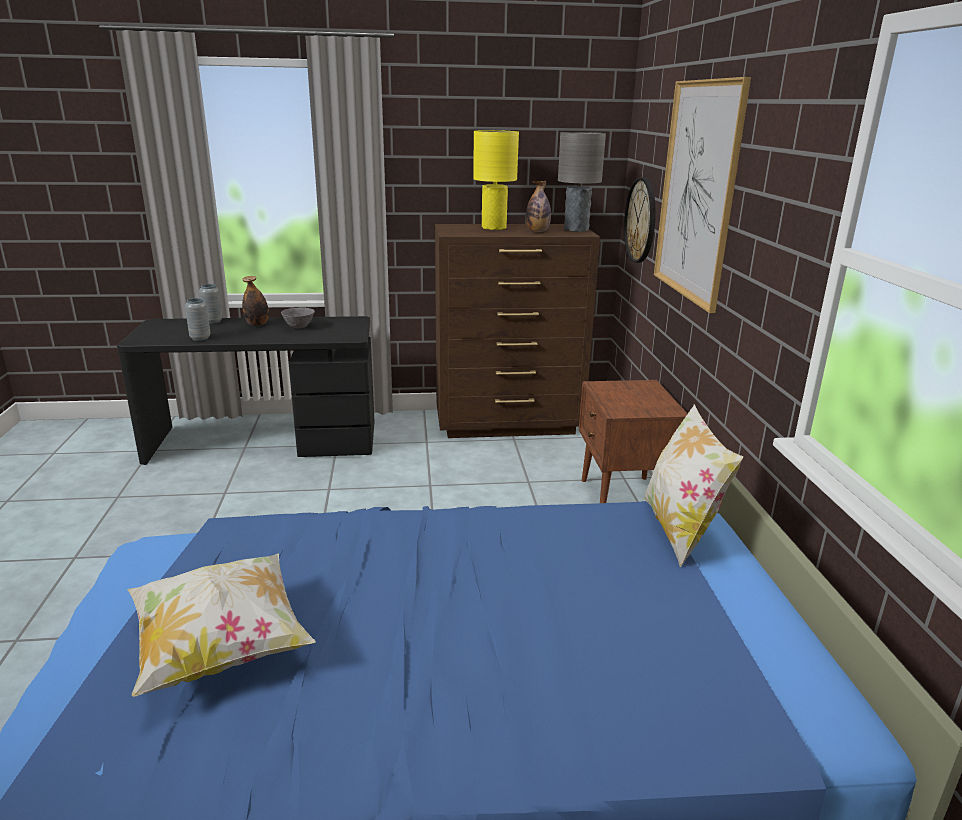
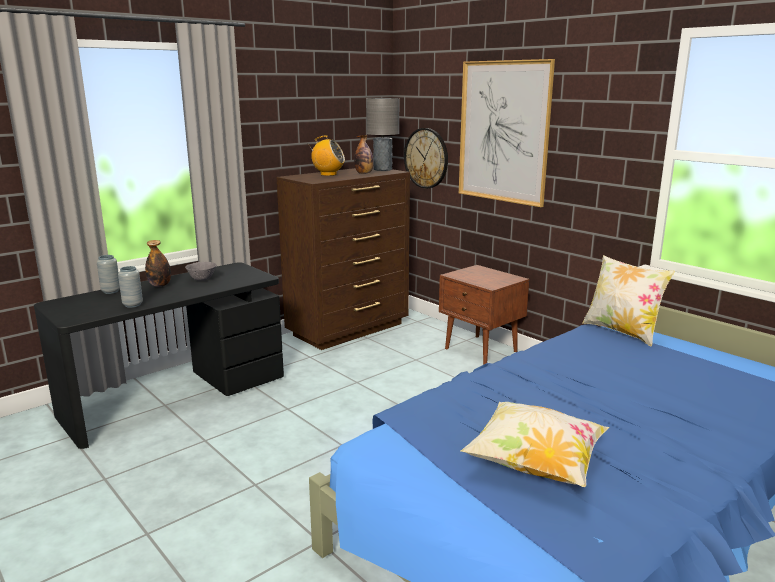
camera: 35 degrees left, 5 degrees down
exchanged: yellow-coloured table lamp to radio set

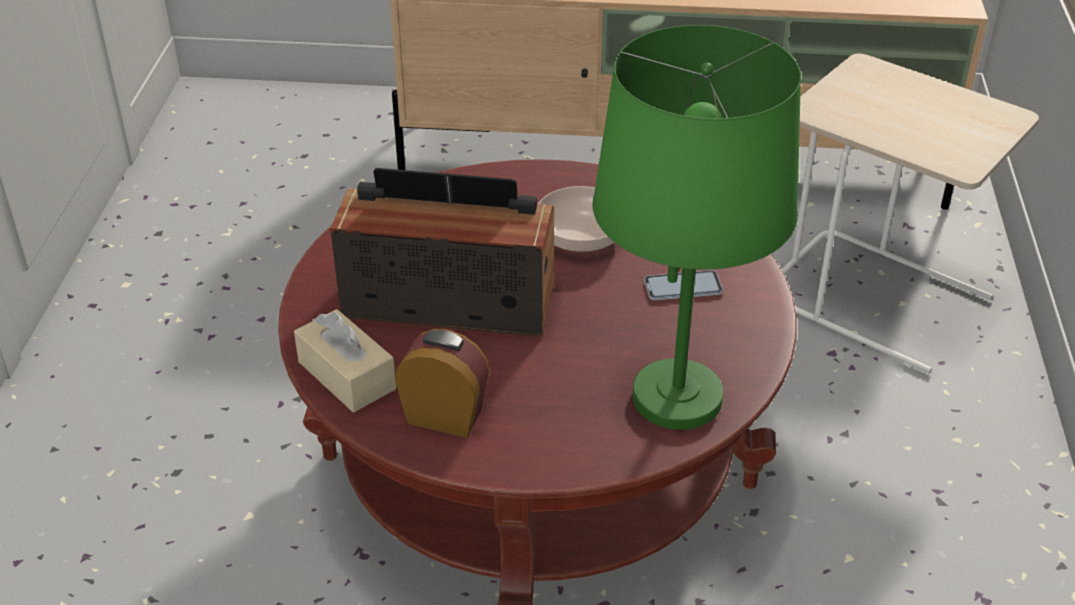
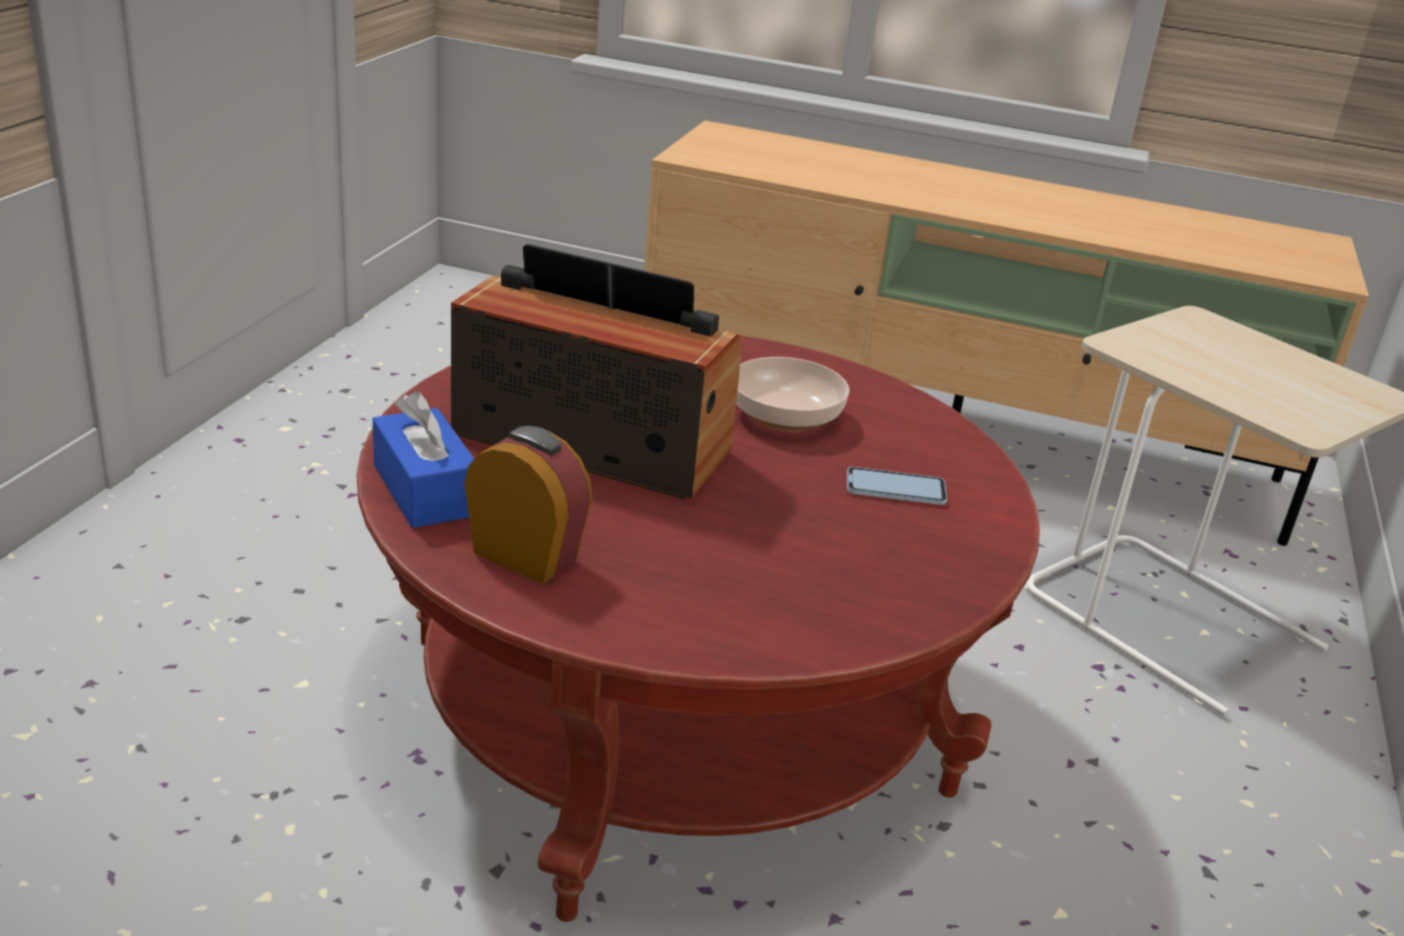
camera: 10 degrees right, 10 degrees down
missing: greenish table lamp
colour: sand-coloured box of tissues to bluish box of tissues

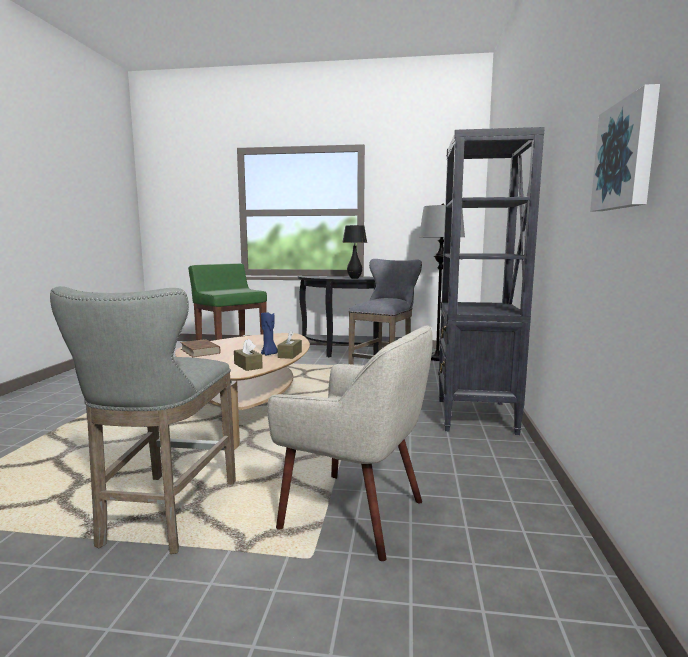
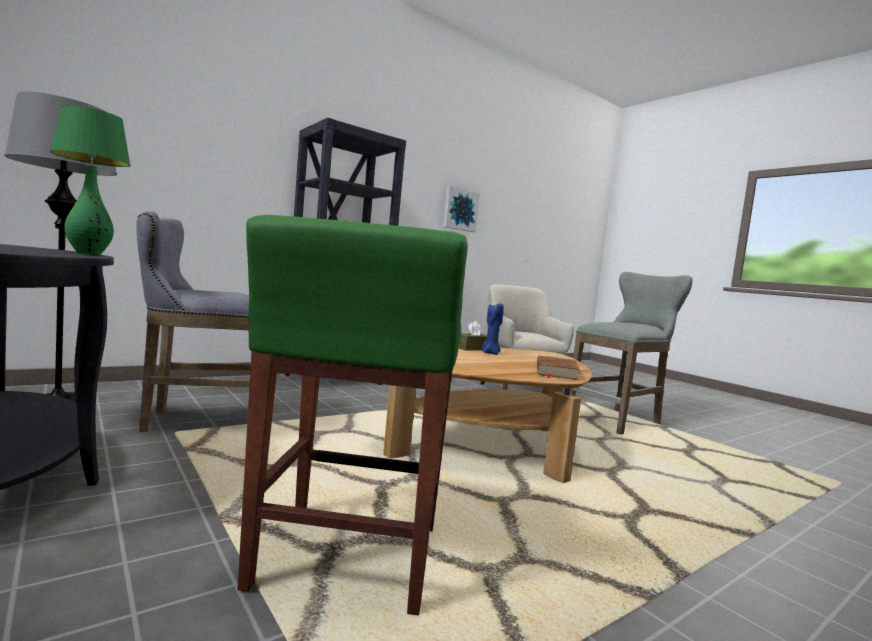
camera: 135 degrees left, 5 degrees down
missing: brown box of tissues (no. 1 from left)
colour: blackish table lamp to greenish table lamp

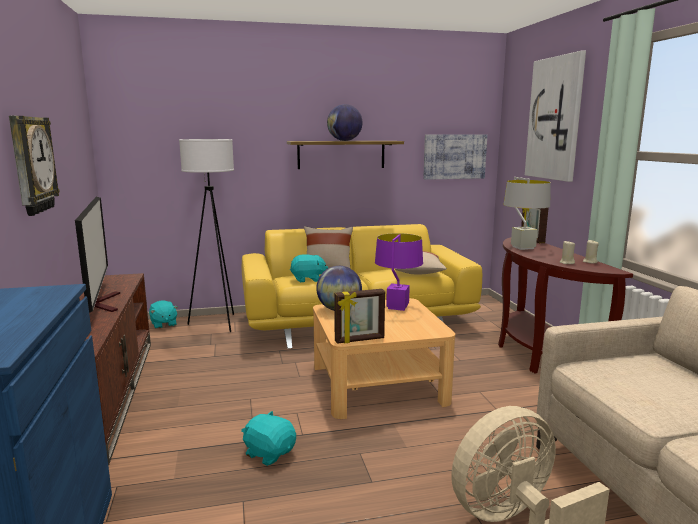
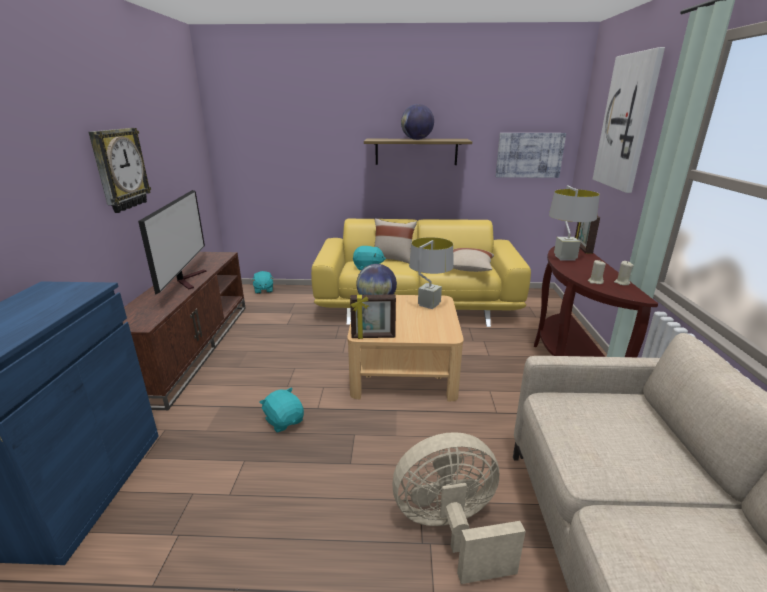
camera: 15 degrees right, 10 degrees up
missing: whitish floor lamp
colour: purple-coloured table lamp to gray table lamp (no. 1 from left)

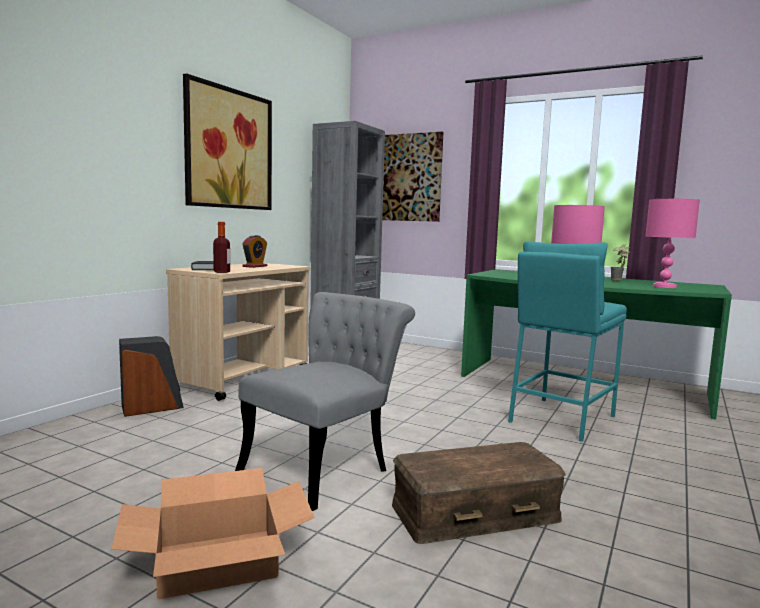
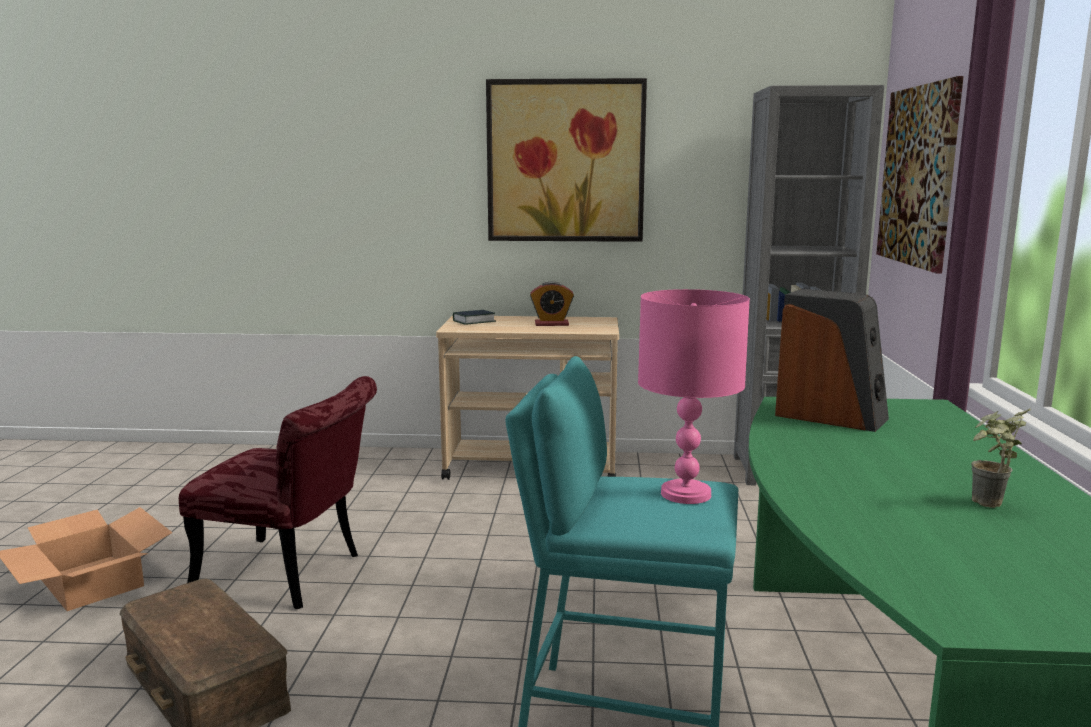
camera: 65 degrees right, 5 degrees up
missing: beverage bottle; pink-coloured table lamp (no. 2 from left)
relocated: speaker
colour: gray chair to reddish chair

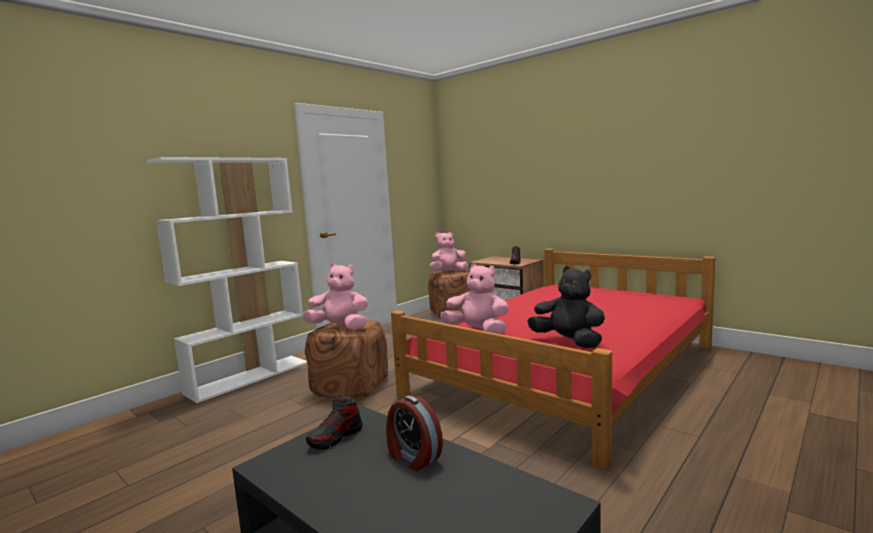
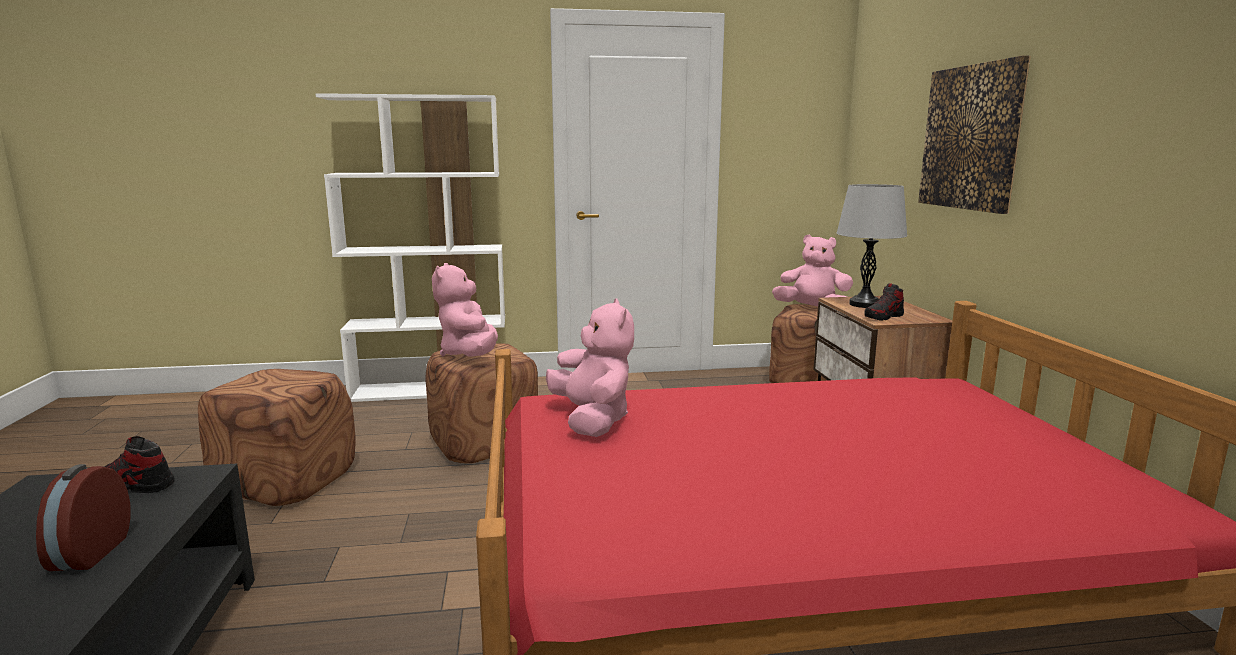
camera: 40 degrees right, 5 degrees up
missing: blackish cuddly toy
appeared: brown pouffe (no. 1 from left); gray table lamp; wall art
spun: pink-coloured cuddly toy (no. 1 from left) 150 degrees counterclockwise

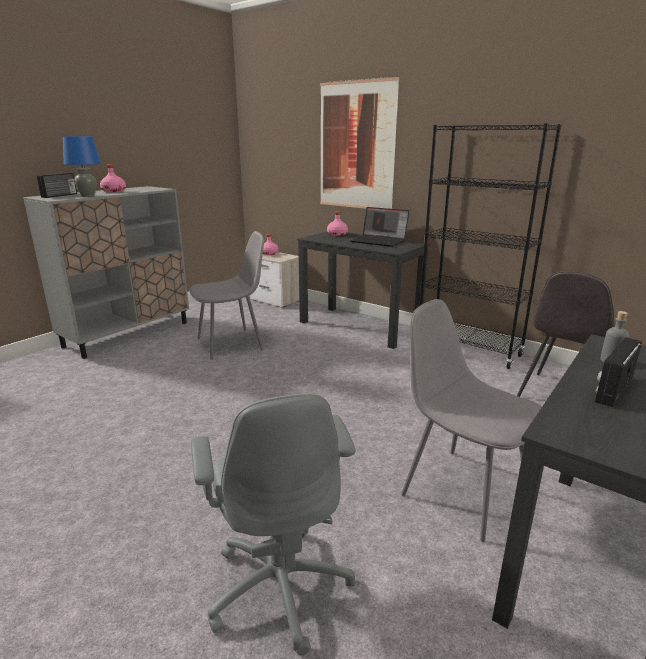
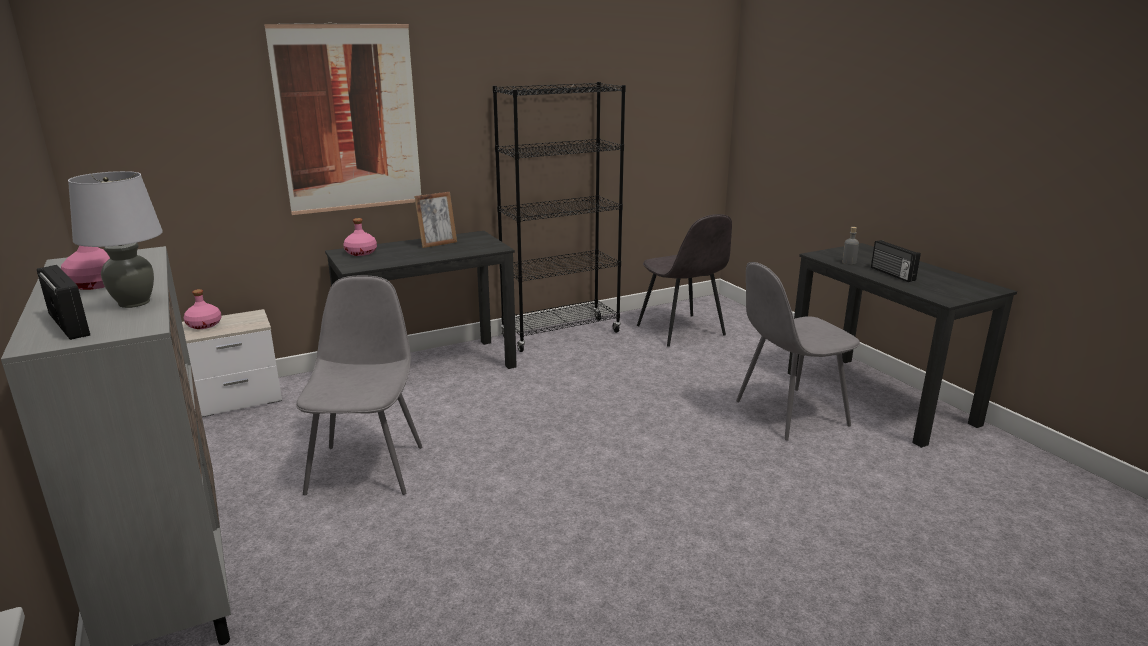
camera: 65 degrees left, 0 degrees up
missing: gray office chair
exchanged: laptop to photo frame
colour: bluish table lamp to gray table lamp

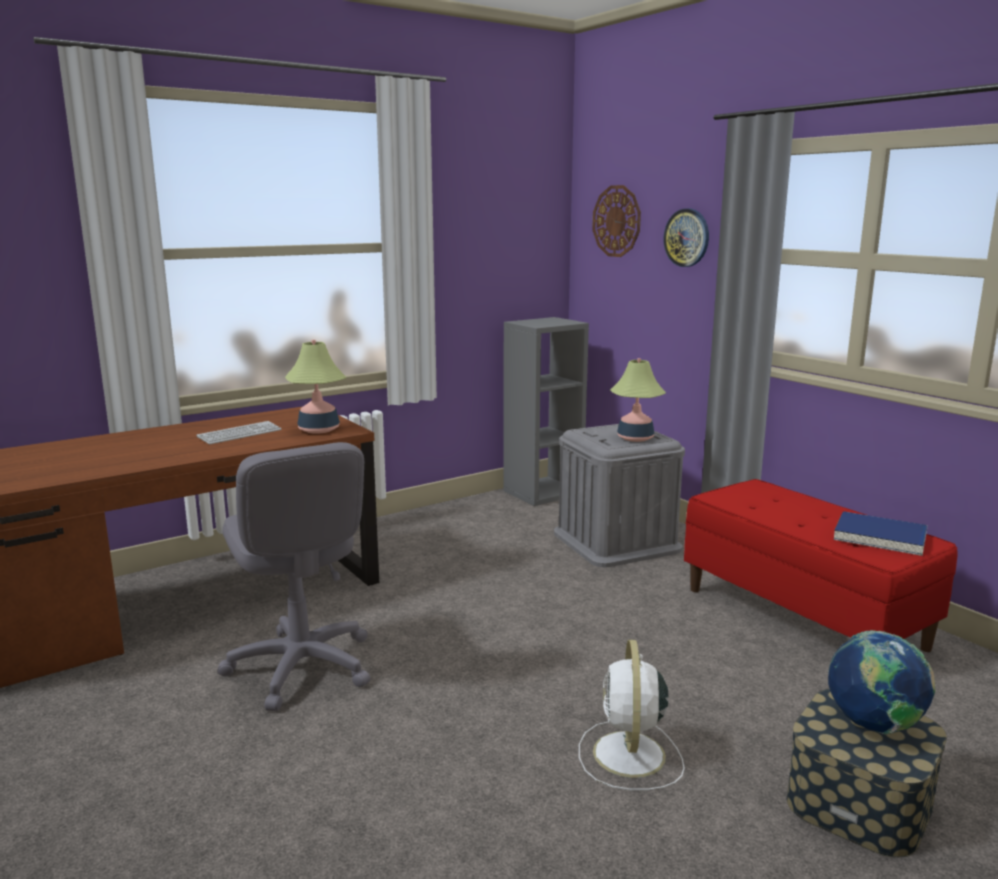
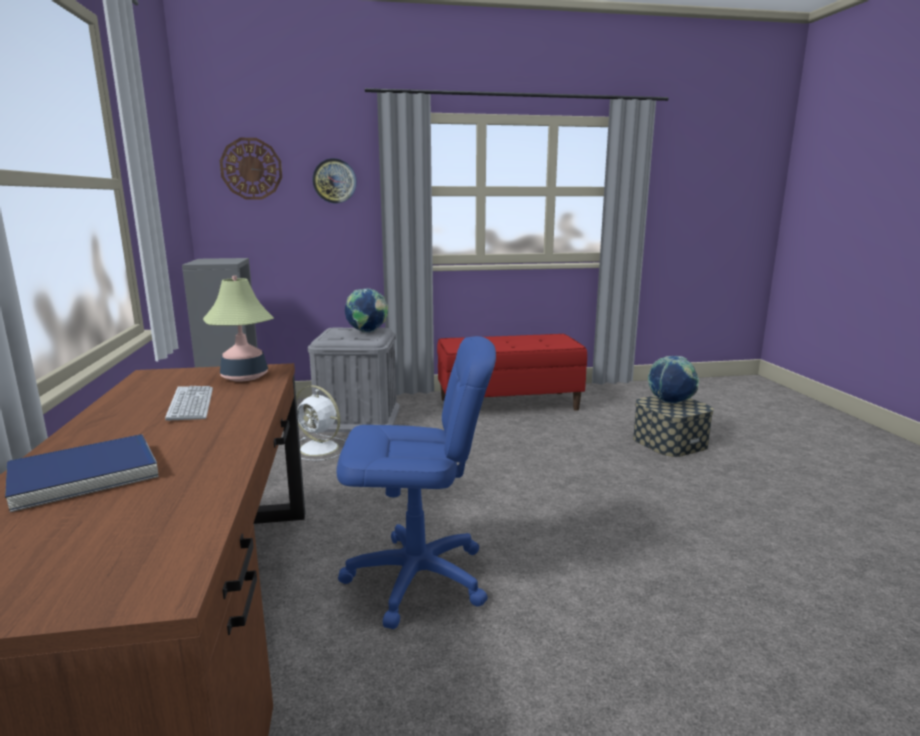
camera: 65 degrees left, 0 degrees up
relocated: whitish fan; bluish volume
exchanged: table lamp (no. 2 from left) to globe (no. 1 from left)
colour: gray office chair to bluish office chair

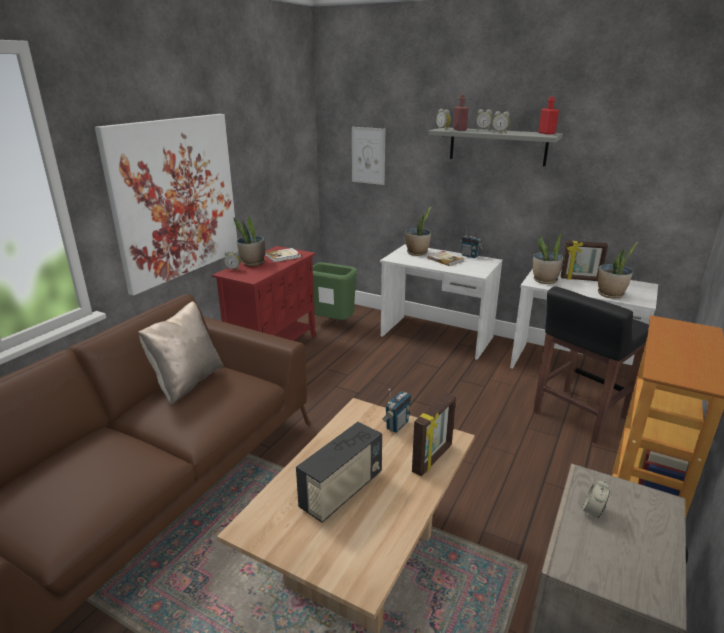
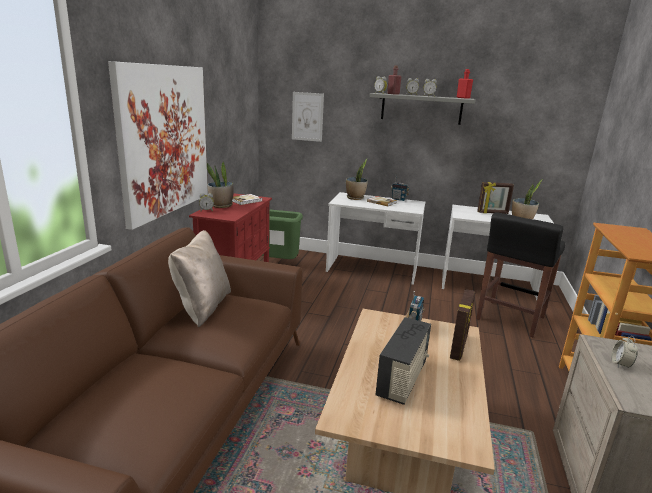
camera: 15 degrees left, 5 degrees down
missing: potted plant (no. 3 from left)

